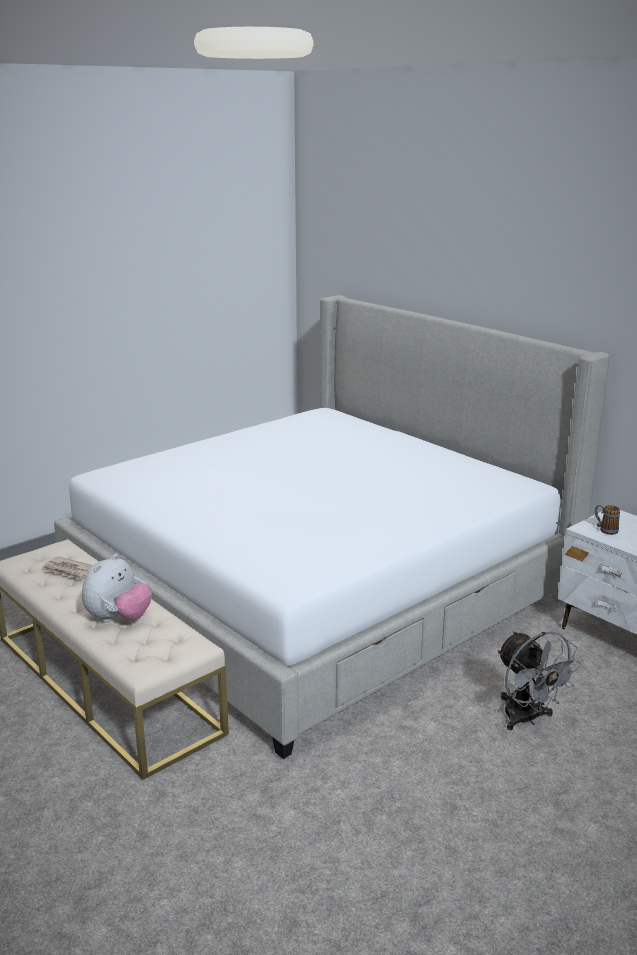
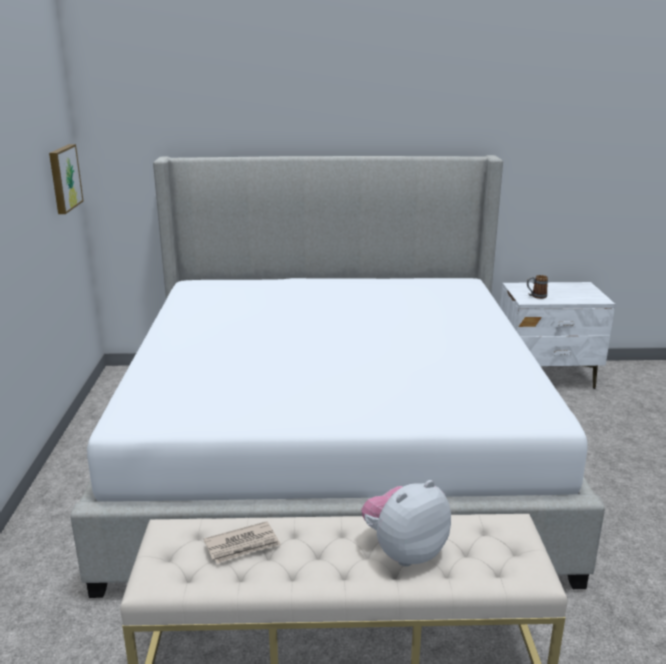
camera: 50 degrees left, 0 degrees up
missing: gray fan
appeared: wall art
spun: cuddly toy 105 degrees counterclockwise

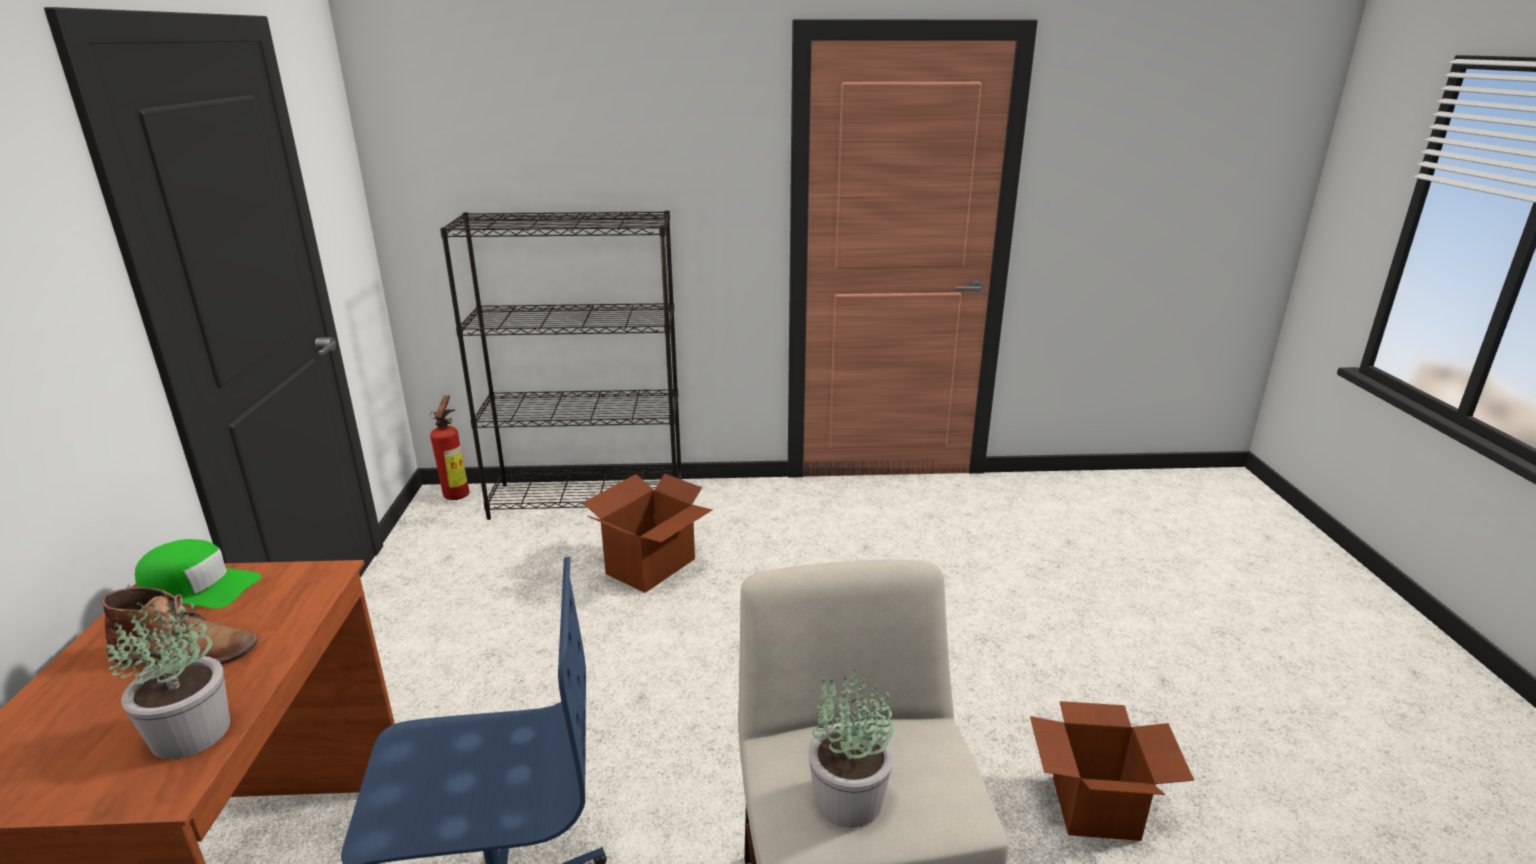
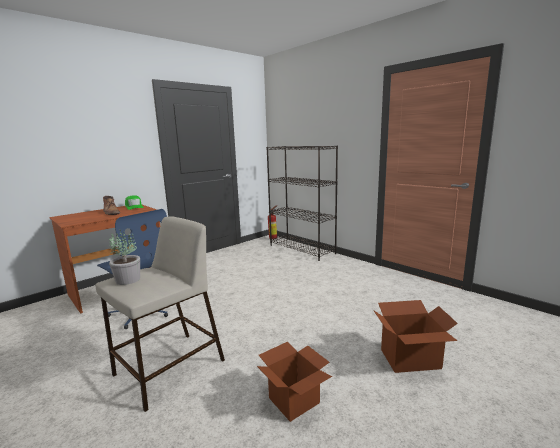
camera: 50 degrees right, 10 degrees down
missing: potted plant (no. 1 from left)
relocated: carton (no. 1 from left in the first image) to carton (no. 2 from left)

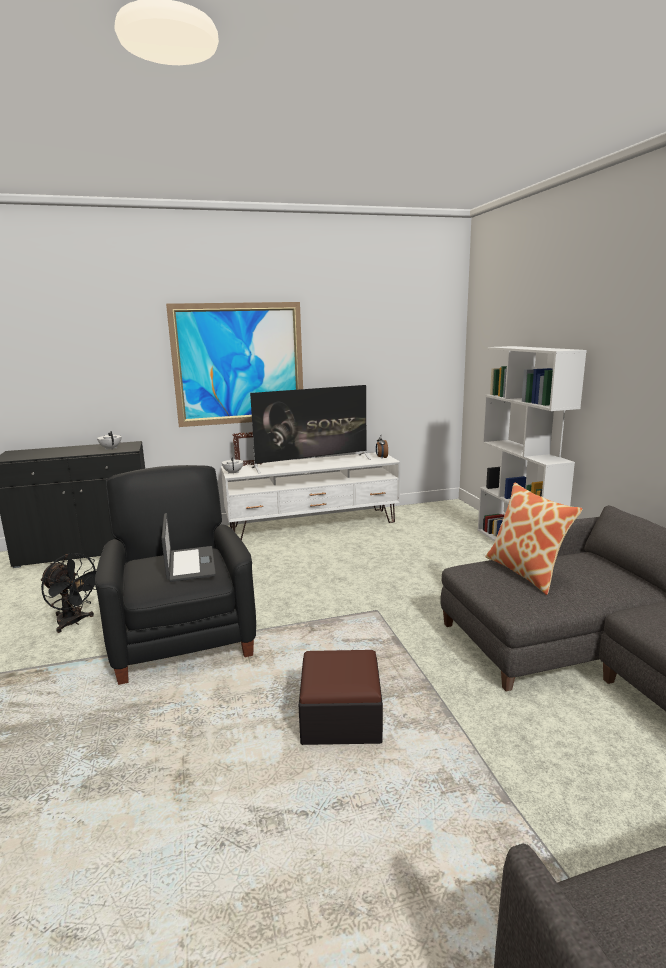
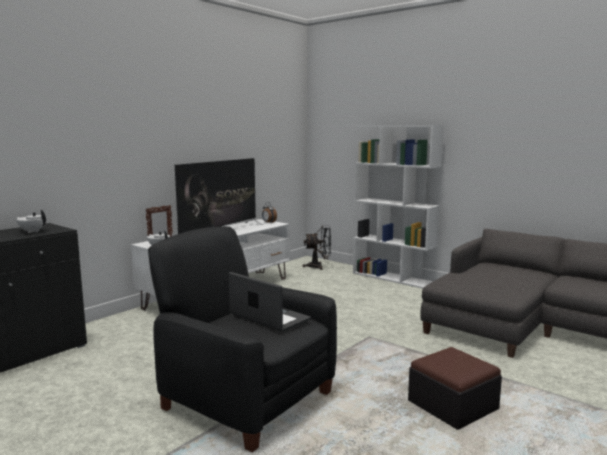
camera: 35 degrees left, 5 degrees down
missing: wall art; throw pillow
relocated: blackish fan

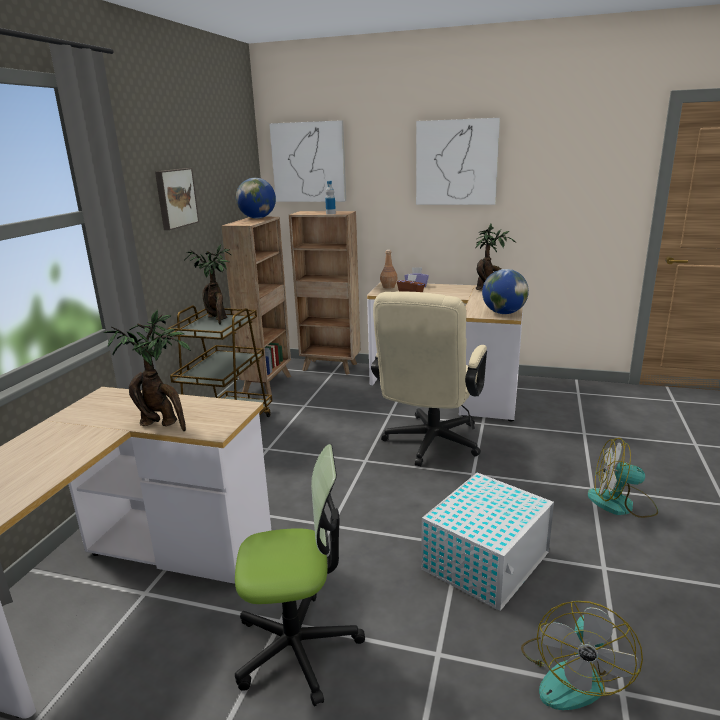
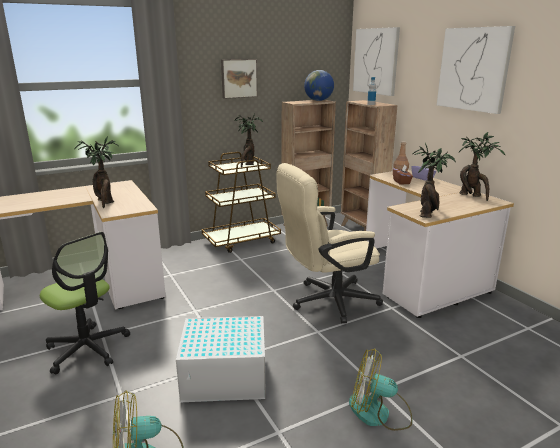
camera: 45 degrees right, 0 degrees up
exchanged: globe (no. 2 from left) to potted plant (no. 3 from left)
spun: fan (no. 2 from left) 45 degrees counterclockwise

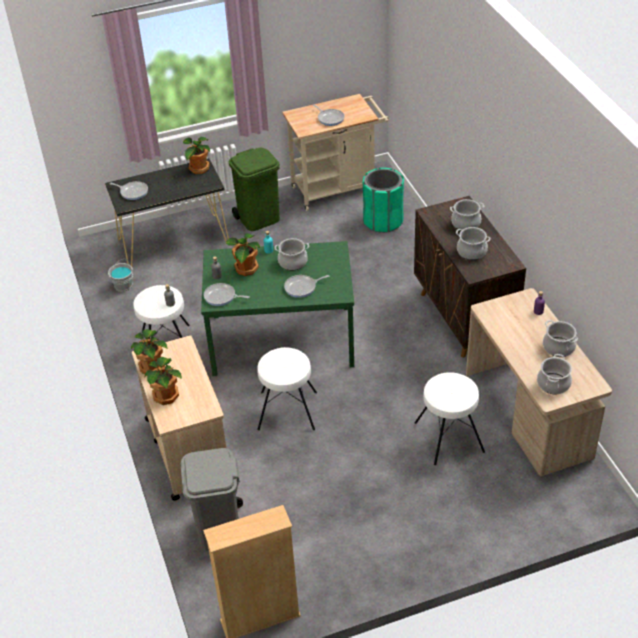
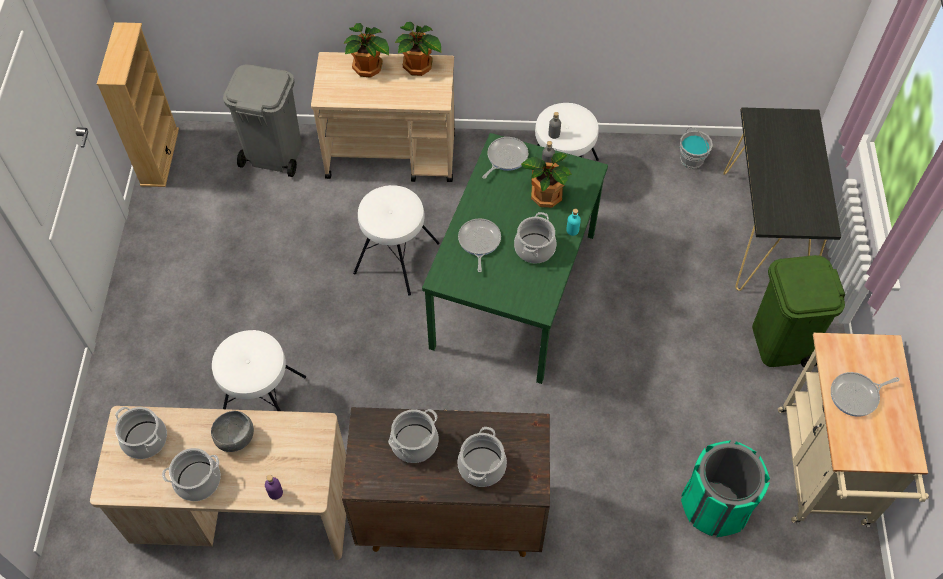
camera: 110 degrees right, 15 degrees up
missing: pan (no. 1 from left); potted plant (no. 3 from left)
appeared: gray serving bowl

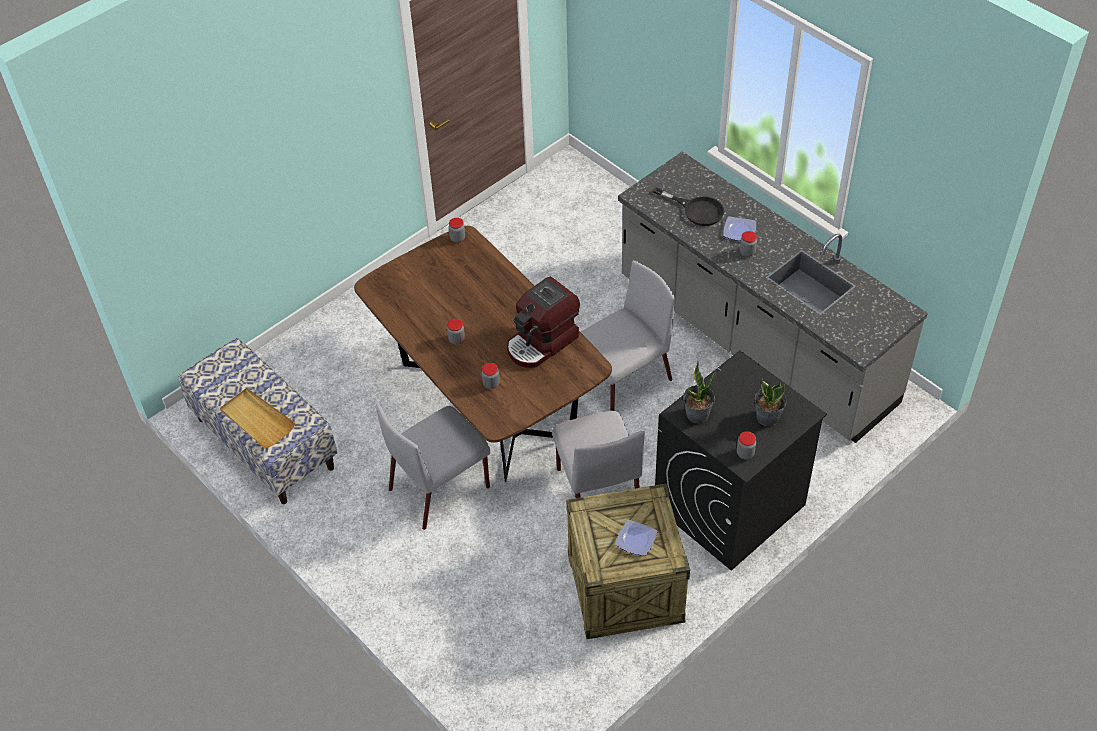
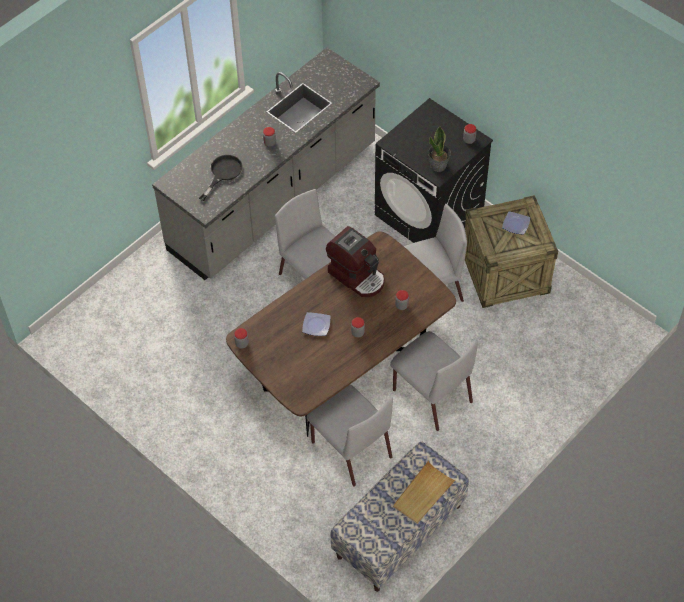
camera: 95 degrees left, 5 degrees up
missing: potted plant (no. 2 from left)
appeared: gray chair (no. 2 from left)
relocated: dinner plate (no. 2 from left in the first image) to dinner plate (no. 1 from left)

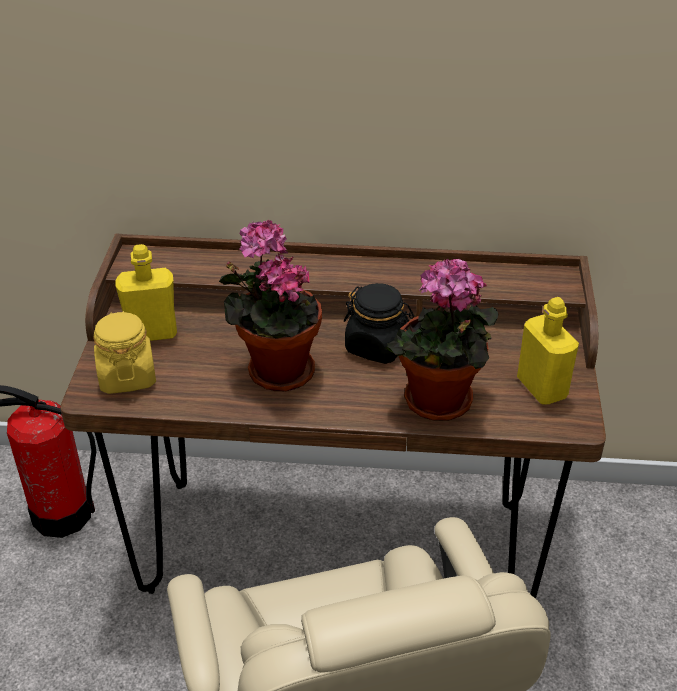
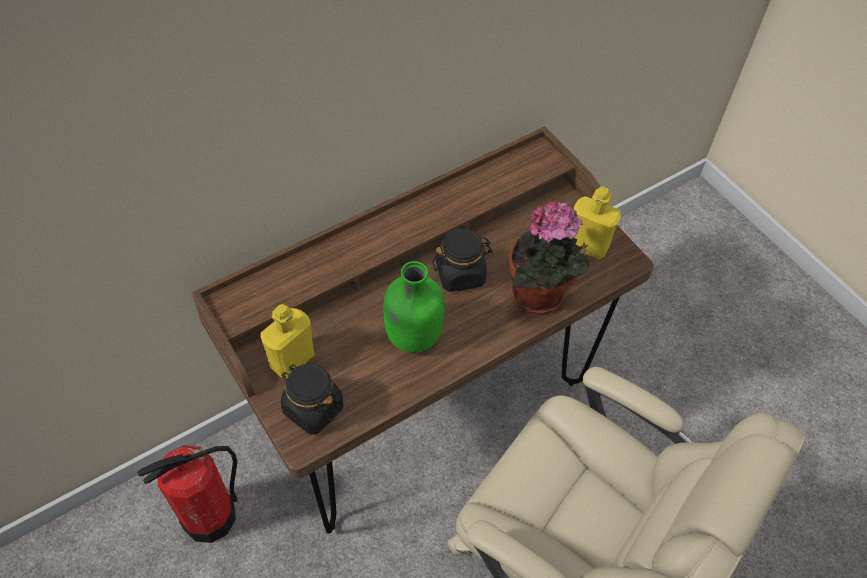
camera: 40 degrees left, 15 degrees up
exchanged: potted plant (no. 1 from left) to greenish beverage bottle
colour: yellow-coloured storage jar to blackish storage jar (no. 1 from left)

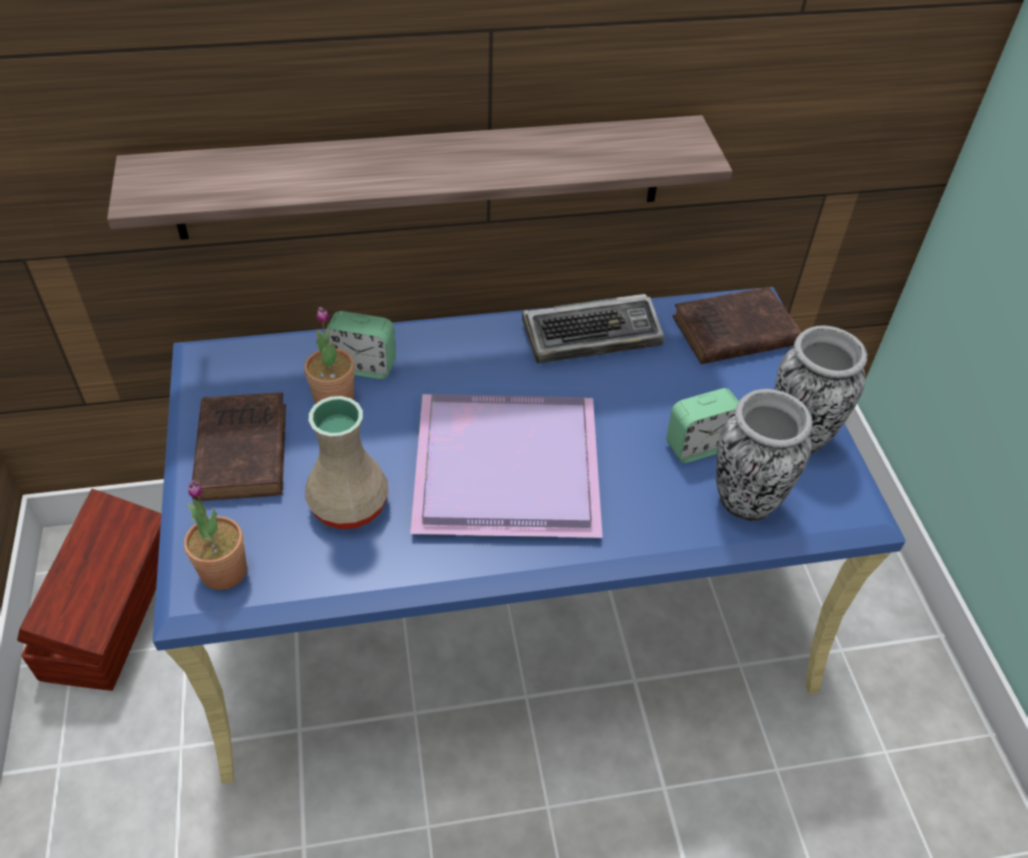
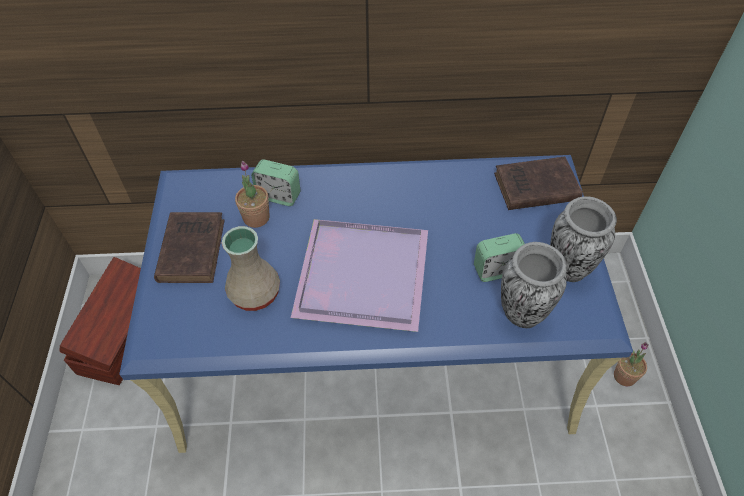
camera: 10 degrees right, 5 degrees up
missing: wall shelf; keyboard
relocated: potted plant (no. 1 from left in the first image) to potted plant (no. 2 from left)

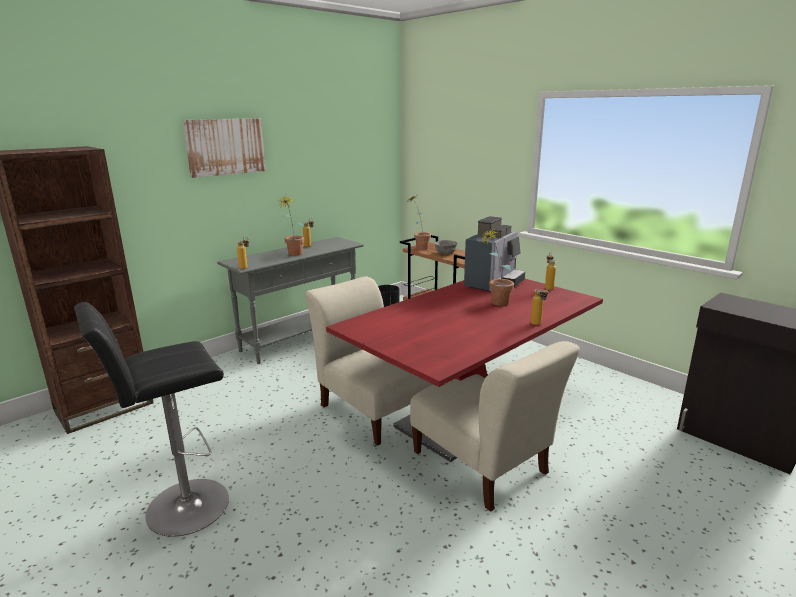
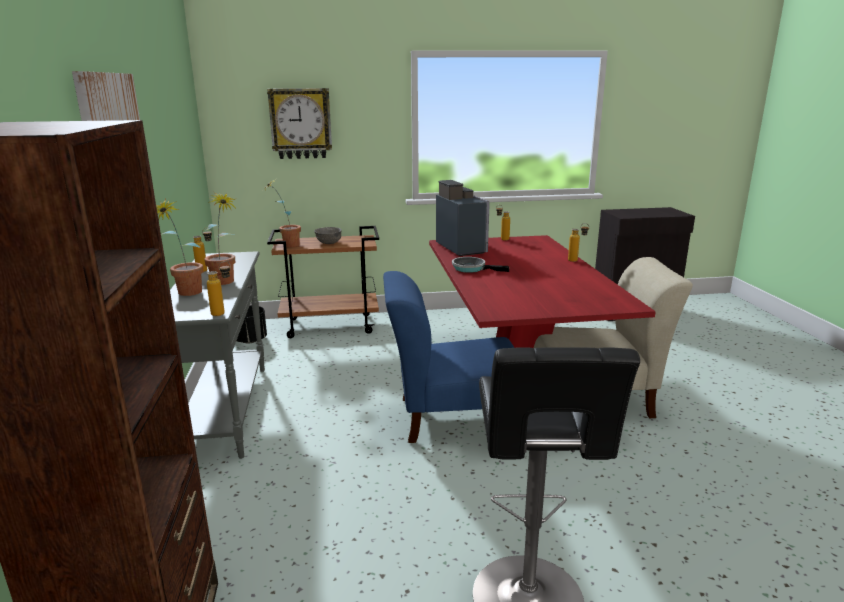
camera: 55 degrees left, 0 degrees up
appeared: clock on the wall; pan
relocated: potted plant (no. 3 from left in the first image) to potted plant (no. 1 from left)
colour: sand-coloured chair (no. 1 from left) to bluish chair

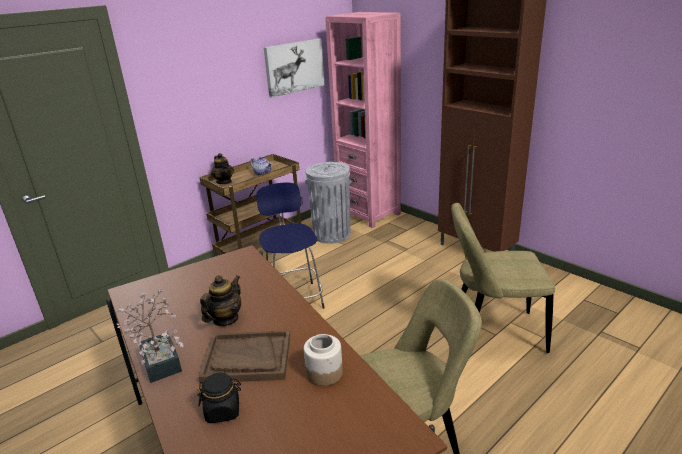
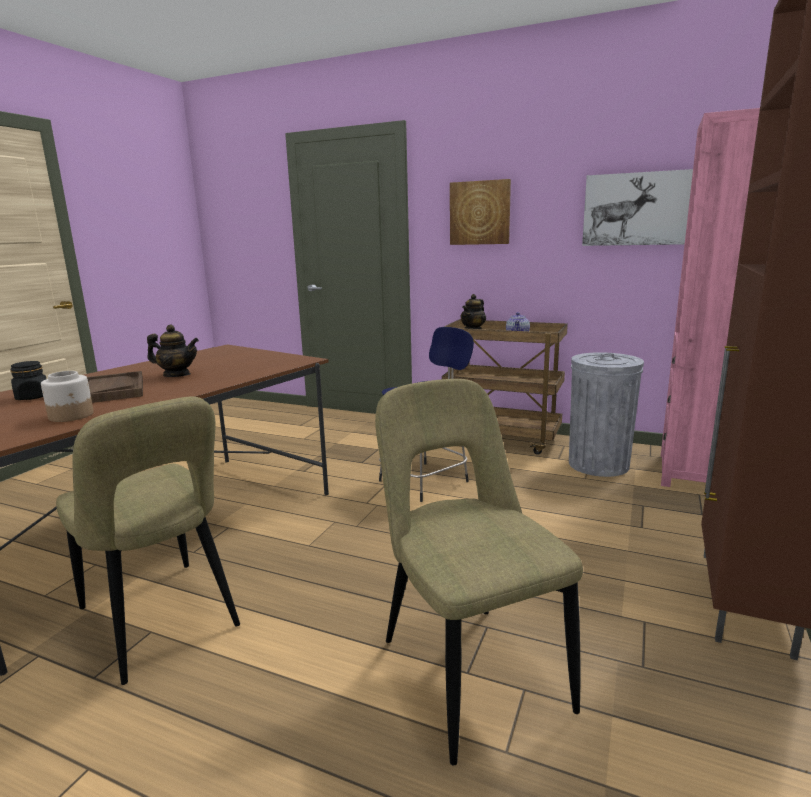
camera: 65 degrees right, 10 degrees down
missing: potted plant
appeared: wall art (no. 1 from left)

